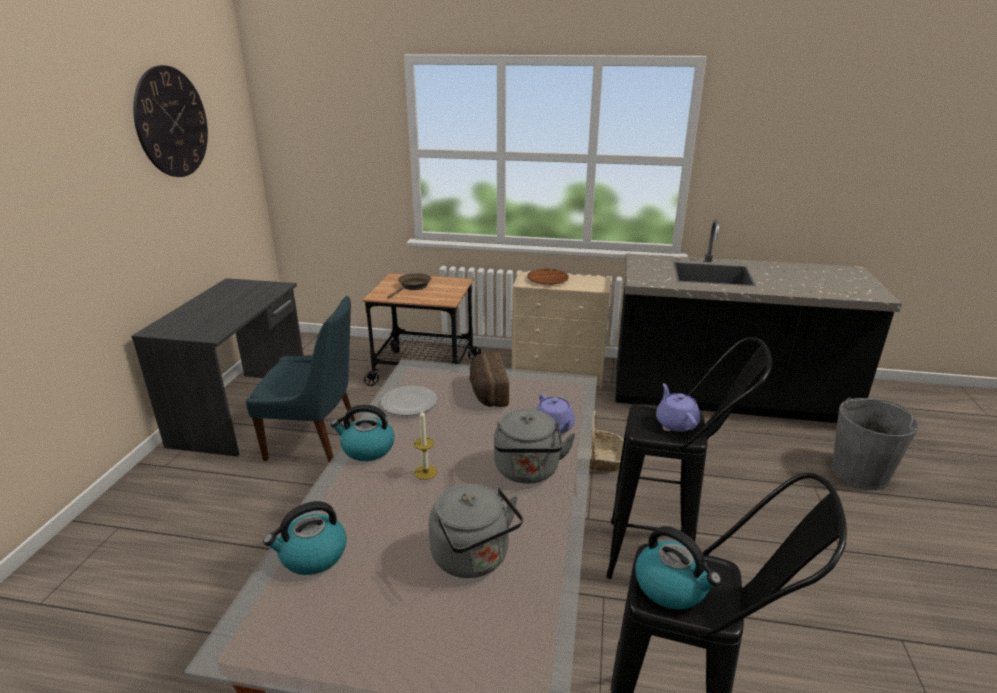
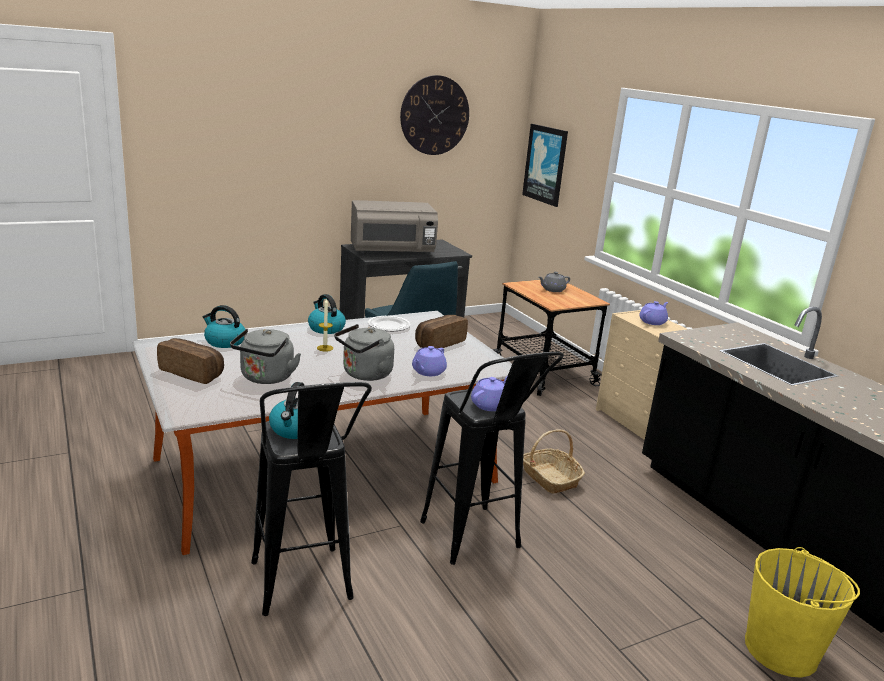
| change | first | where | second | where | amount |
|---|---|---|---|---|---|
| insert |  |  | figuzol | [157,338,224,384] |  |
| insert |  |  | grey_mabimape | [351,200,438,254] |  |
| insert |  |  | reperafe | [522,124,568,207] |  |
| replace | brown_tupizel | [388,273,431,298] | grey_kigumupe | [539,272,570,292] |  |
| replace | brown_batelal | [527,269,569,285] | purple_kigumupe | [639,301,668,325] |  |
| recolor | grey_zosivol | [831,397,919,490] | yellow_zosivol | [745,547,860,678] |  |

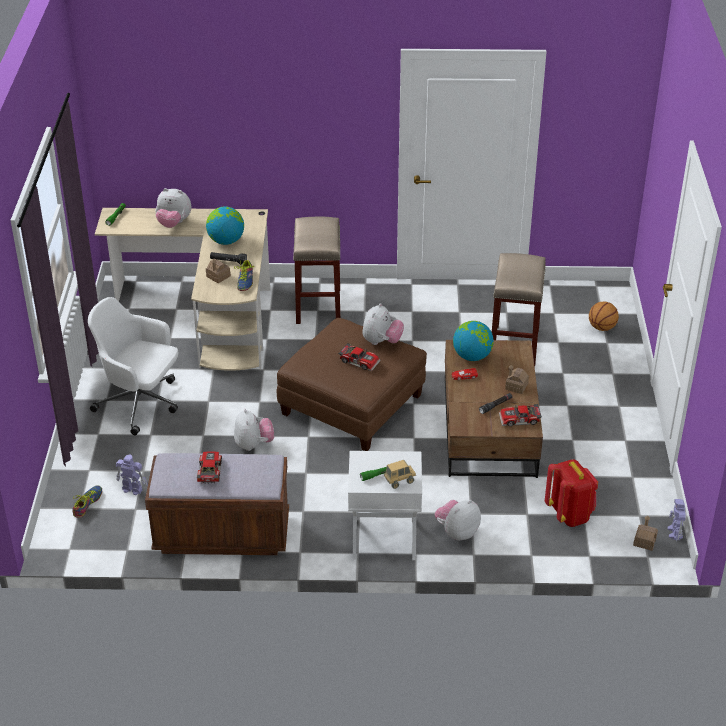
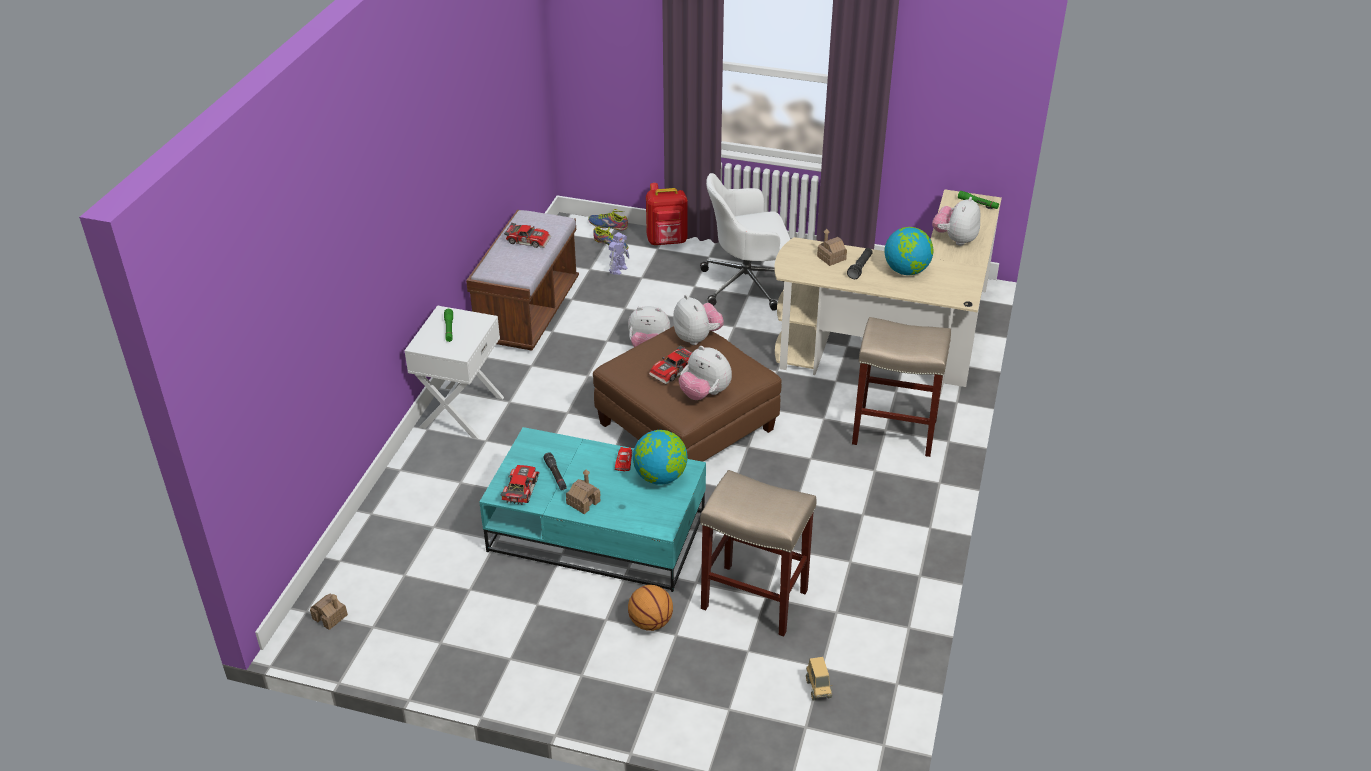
| change | first | where | second | where | amount |
|---|---|---|---|---|---|
| recolor | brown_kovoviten | [445,340,543,478] | turquoise_kovoviten | [479,427,706,592] |  |
| move | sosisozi | [234,260,254,291] |  | [588,209,628,230] |  |
| move | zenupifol | [589,302,619,331] |  | [628,585,673,631] |  |
| move | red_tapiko | [545,459,598,527] |  | [646,183,688,245] |  |
| move | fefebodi | [435,500,481,541] |  | [673,295,724,345] |  |
| rotate | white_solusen | [88,297,178,435] |  | [700,173,791,311] | 135 degrees counterclockwise |
| move | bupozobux | [384,460,416,489] |  | [806,657,832,701] |  |
| delete | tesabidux | [667,499,686,542] |  |  |  |

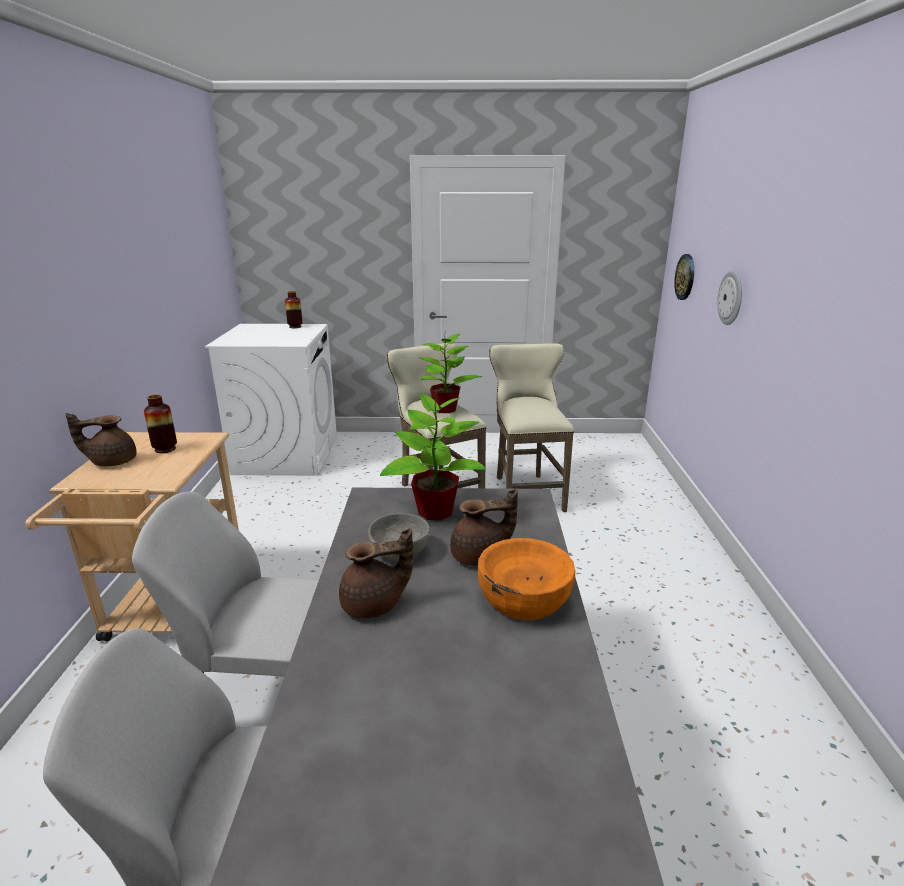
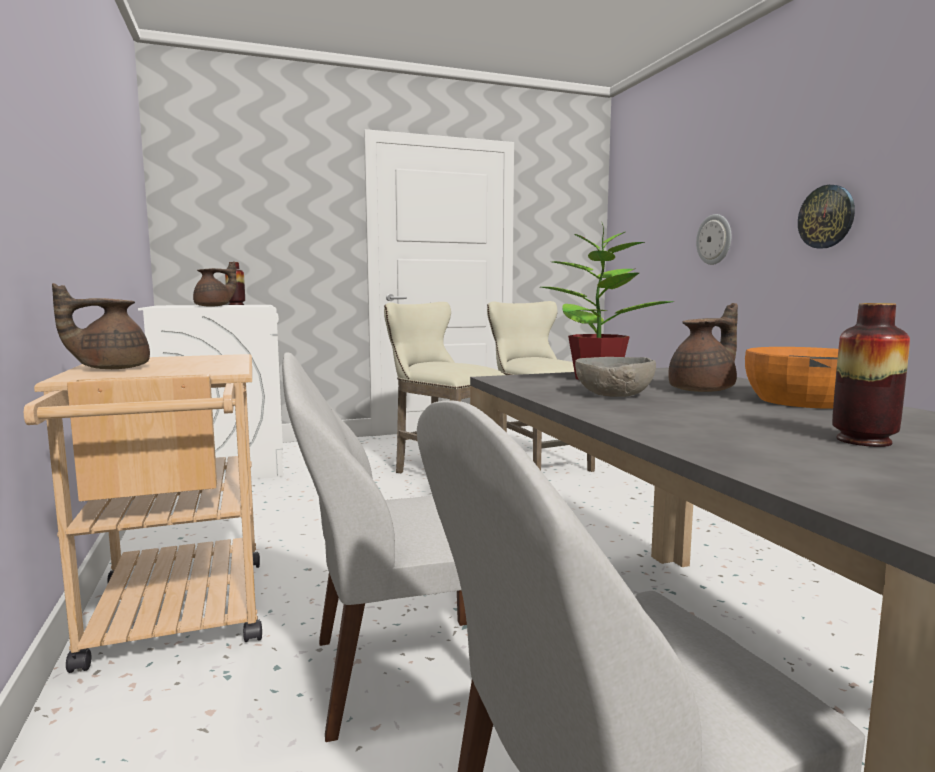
| change | first | where | second | where | amount |
|---|---|---|---|---|---|
| move | brown_kigumupe | [339,528,413,618] |  | [193,261,236,307] |  |
| move | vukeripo | [674,254,694,300] |  | [798,185,855,249] |  |
| move | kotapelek | [144,395,177,453] |  | [832,303,910,447] |  |
| delete | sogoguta | [419,330,482,413] |  |  |  |

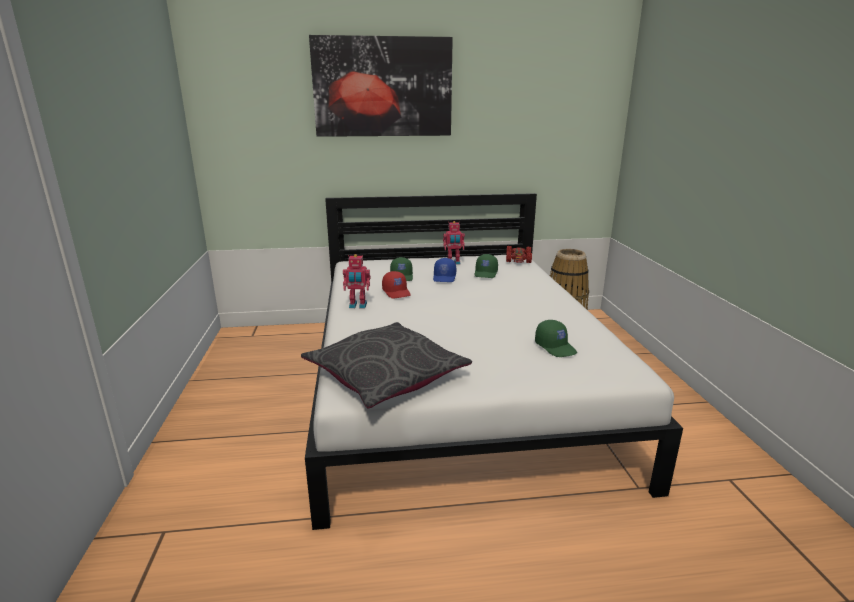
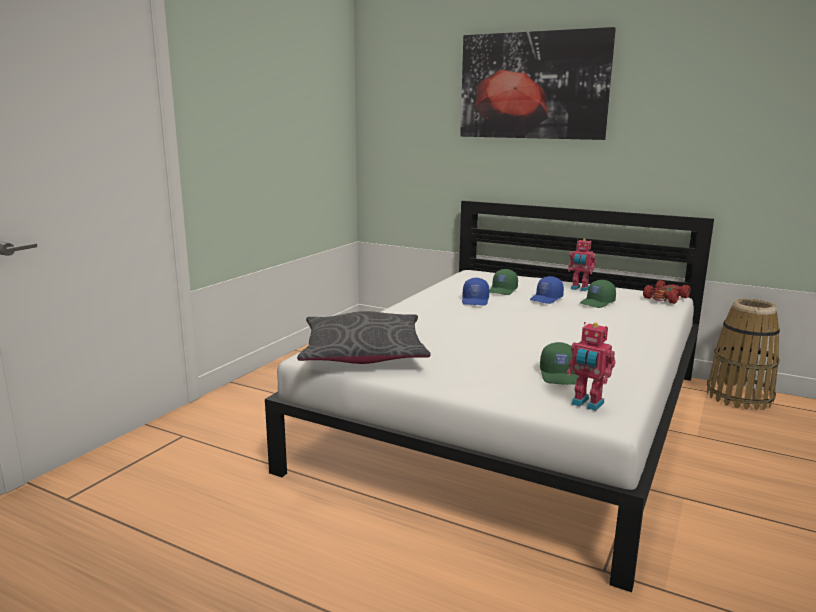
| change | first | where | second | where | amount |
|---|---|---|---|---|---|
| recolor | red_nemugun | [382,271,411,298] | blue_nemugun | [462,278,489,306] |  |
| move | tesabidux | [343,254,370,308] |  | [567,322,615,411] |  |

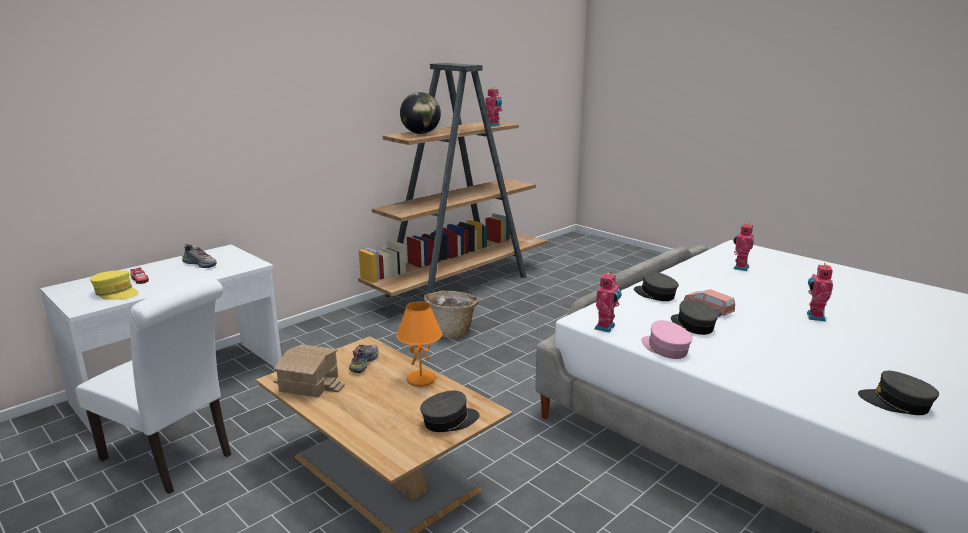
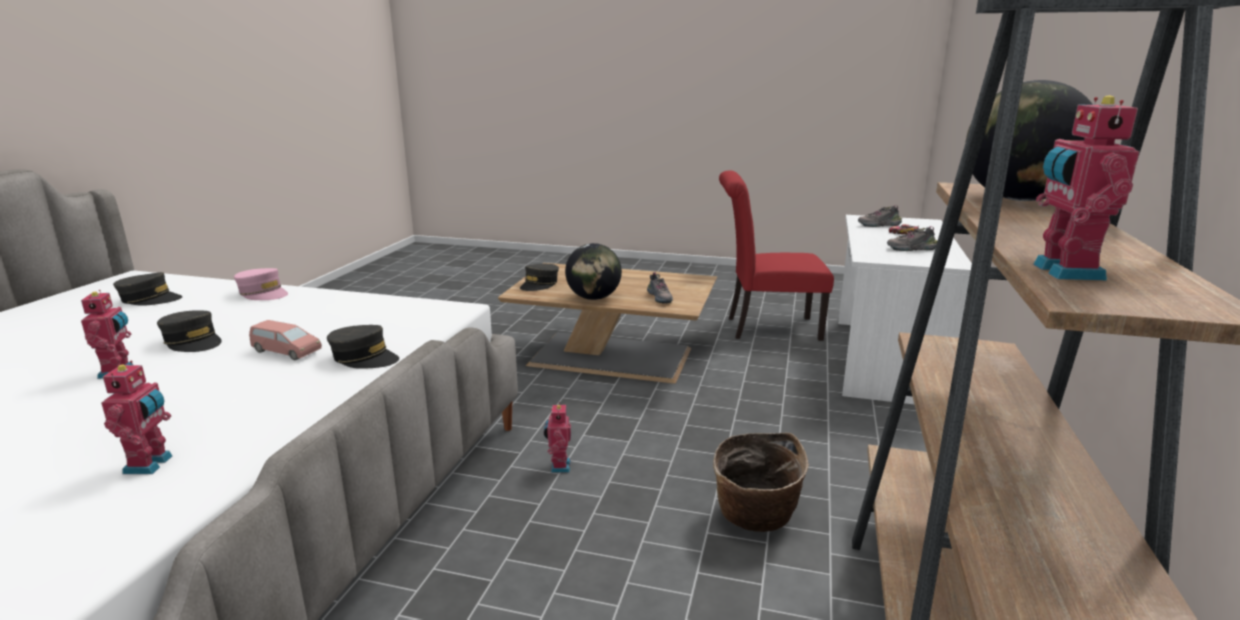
| change | first | where | second | where | amount |
|---|---|---|---|---|---|
| move | grey_nemugun | [671,299,718,335] |  | [157,310,221,352] |  |
| move | pink_nemugun | [641,320,693,359] |  | [234,268,288,300] |  |
| move | tesabidux | [595,272,622,332] |  | [544,402,571,473] |  |
| replace | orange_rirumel | [396,301,442,387] | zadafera | [565,243,622,300] |  |
| recolor | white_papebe | [76,278,231,494] | red_papebe | [719,171,834,341] |  |
| replace | yellow_nemugun | [90,270,138,300] | sosisozi | [858,205,902,227] |  |
| delete | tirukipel | [273,344,345,397] |  |  |  |

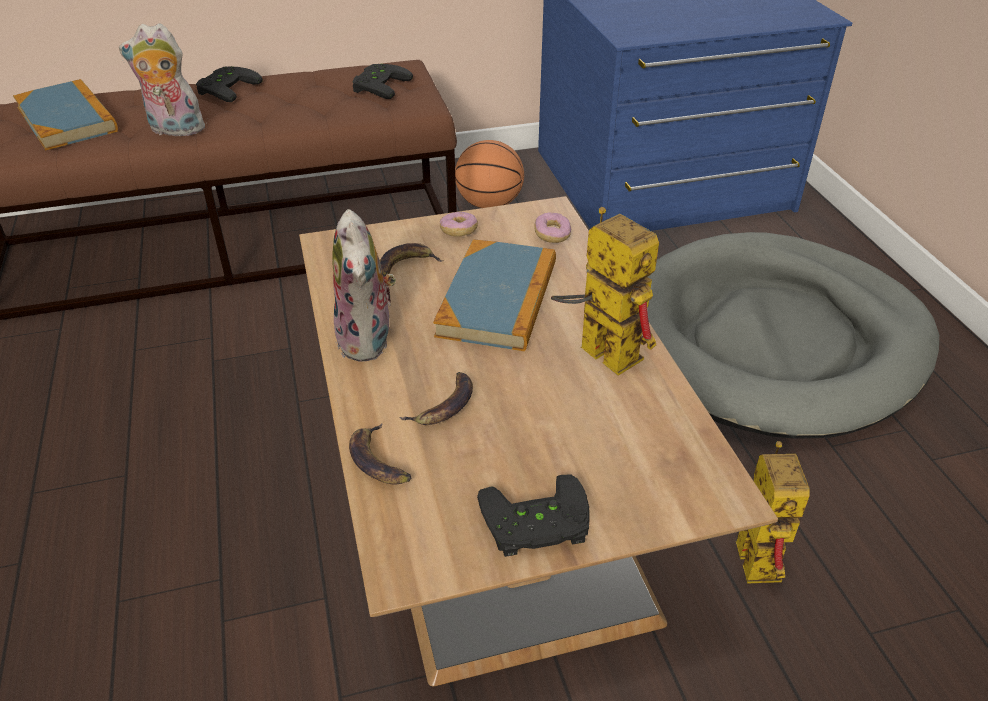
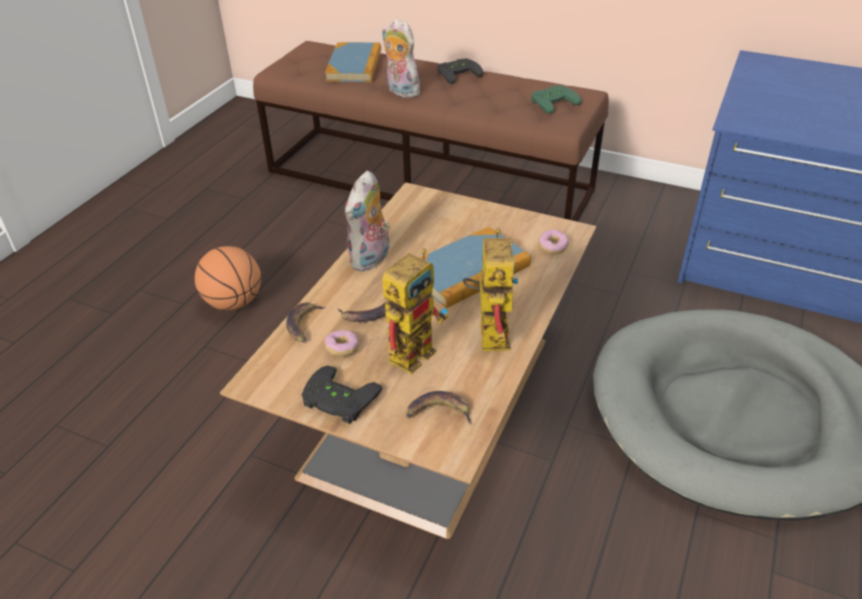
| change | first | where | second | where | amount |
|---|---|---|---|---|---|
| move | zenupifol | [455,140,524,208] |  | [195,246,261,310] |  |
| move | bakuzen | [440,212,478,237] |  | [324,330,359,356] |  |
| move | tesabidux | [736,441,810,584] |  | [382,249,448,374] |  |
| move | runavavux | [380,243,444,277] |  | [406,391,472,424] |  |
| recolor | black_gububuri | [353,64,413,99] | green_gububuri | [531,85,582,114] |  |

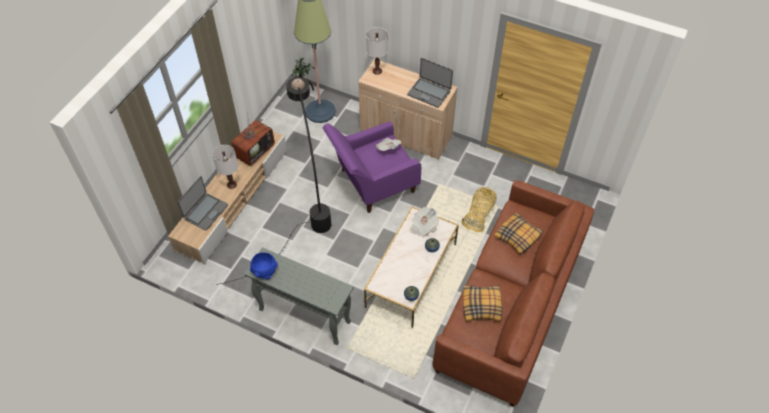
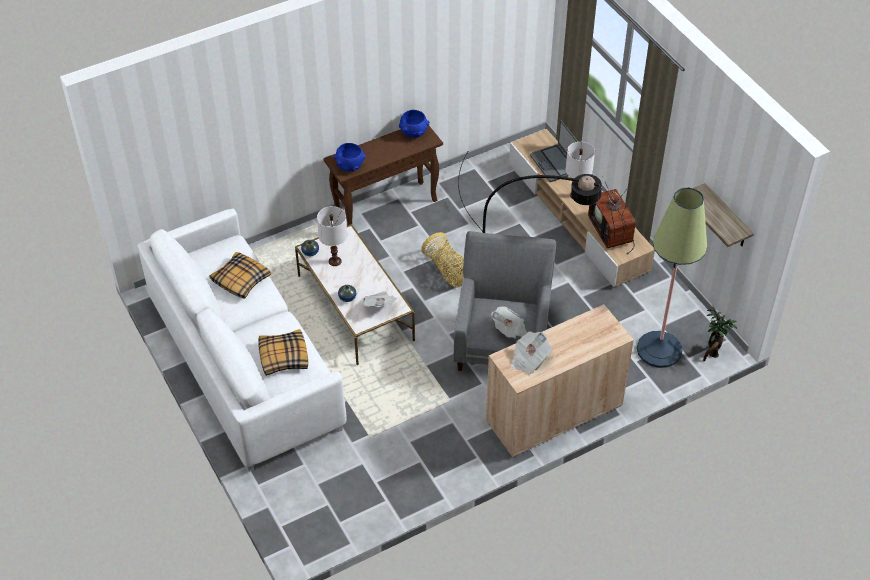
| change | first | where | second | where | amount |
|---|---|---|---|---|---|
| recolor | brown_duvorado | [432,180,594,407] | white_duvorado | [137,209,347,472] |  |
| move | white_rirumel | [366,27,388,75] |  | [317,206,347,266] |  |
| recolor | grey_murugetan | [244,247,354,345] | brown_murugetan | [323,125,443,226] |  |
| insert |  |  | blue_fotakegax | [334,143,366,171] |  |
| move | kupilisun | [462,187,496,232] |  | [421,232,464,287] |  |
| recolor | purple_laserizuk | [323,121,421,213] | grey_laserizuk | [454,231,556,371] |  |
| replace | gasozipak | [407,58,453,108] | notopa | [511,332,552,374] |  |
| insert |  |  | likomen | [693,183,754,247] |  |

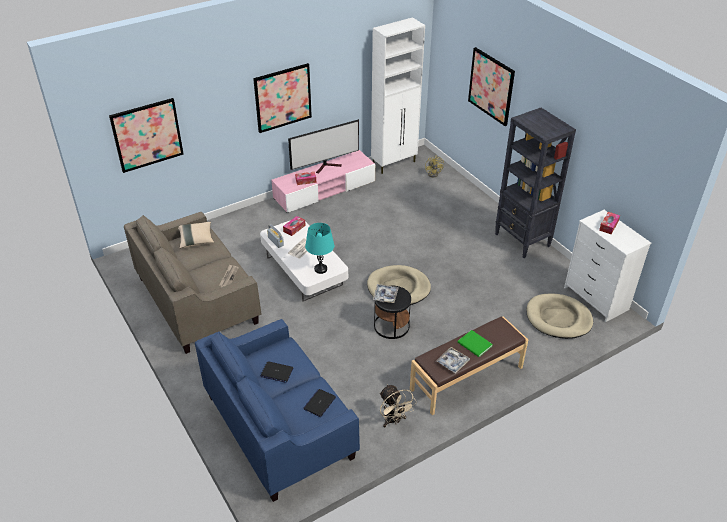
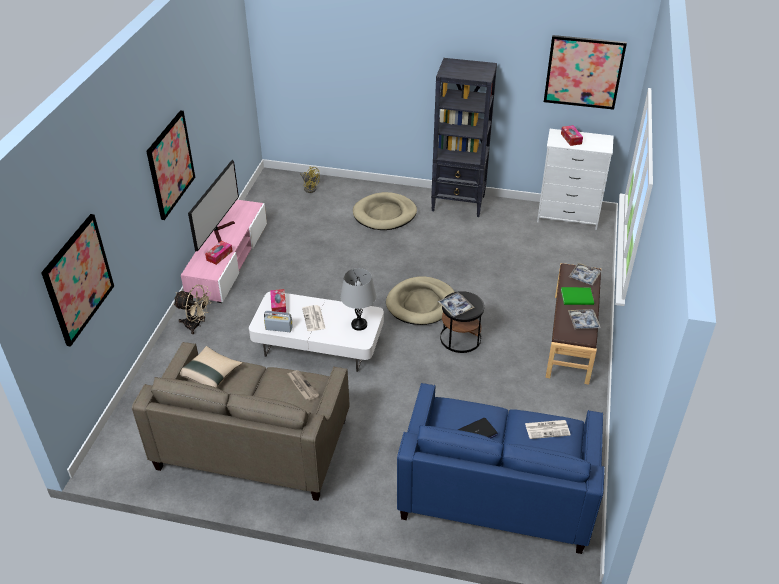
| change | first | where | second | where | amount |
|---|---|---|---|---|---|
| move | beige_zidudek | [380,384,417,427] |  | [173,284,212,334] |  |
| recolor | turquoise_rirumel | [305,223,334,274] | grey_rirumel | [341,268,376,331] |  |
| move | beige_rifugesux | [526,293,593,339] |  | [353,192,417,230] |  |
| replace | gasozipak | [303,389,336,417] | notopa | [525,420,571,439] |  |
| move | reperafe | [468,47,515,126] |  | [544,35,627,110] |  |
| insert |  |  | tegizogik | [569,263,601,285] |  |
| delete | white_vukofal | [371,17,425,174] |  |  |  |

